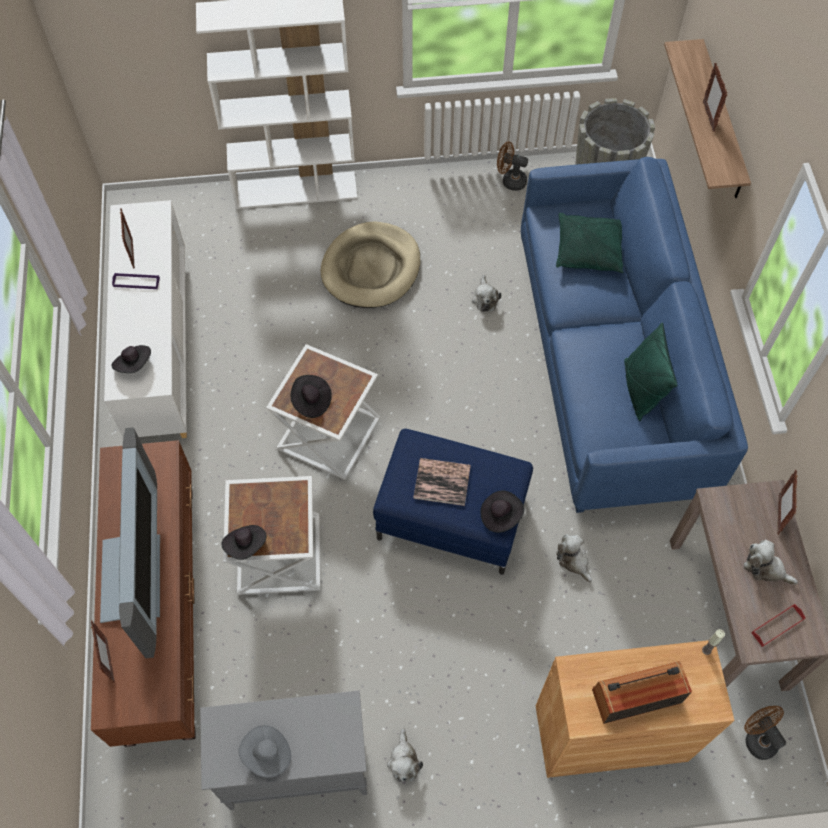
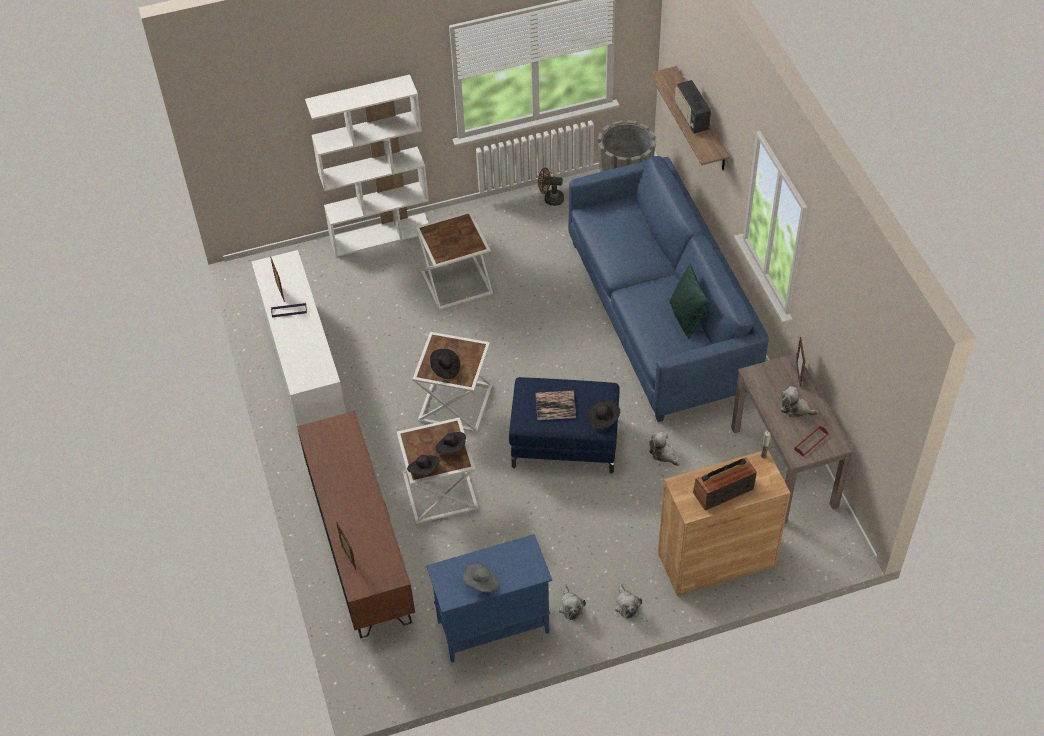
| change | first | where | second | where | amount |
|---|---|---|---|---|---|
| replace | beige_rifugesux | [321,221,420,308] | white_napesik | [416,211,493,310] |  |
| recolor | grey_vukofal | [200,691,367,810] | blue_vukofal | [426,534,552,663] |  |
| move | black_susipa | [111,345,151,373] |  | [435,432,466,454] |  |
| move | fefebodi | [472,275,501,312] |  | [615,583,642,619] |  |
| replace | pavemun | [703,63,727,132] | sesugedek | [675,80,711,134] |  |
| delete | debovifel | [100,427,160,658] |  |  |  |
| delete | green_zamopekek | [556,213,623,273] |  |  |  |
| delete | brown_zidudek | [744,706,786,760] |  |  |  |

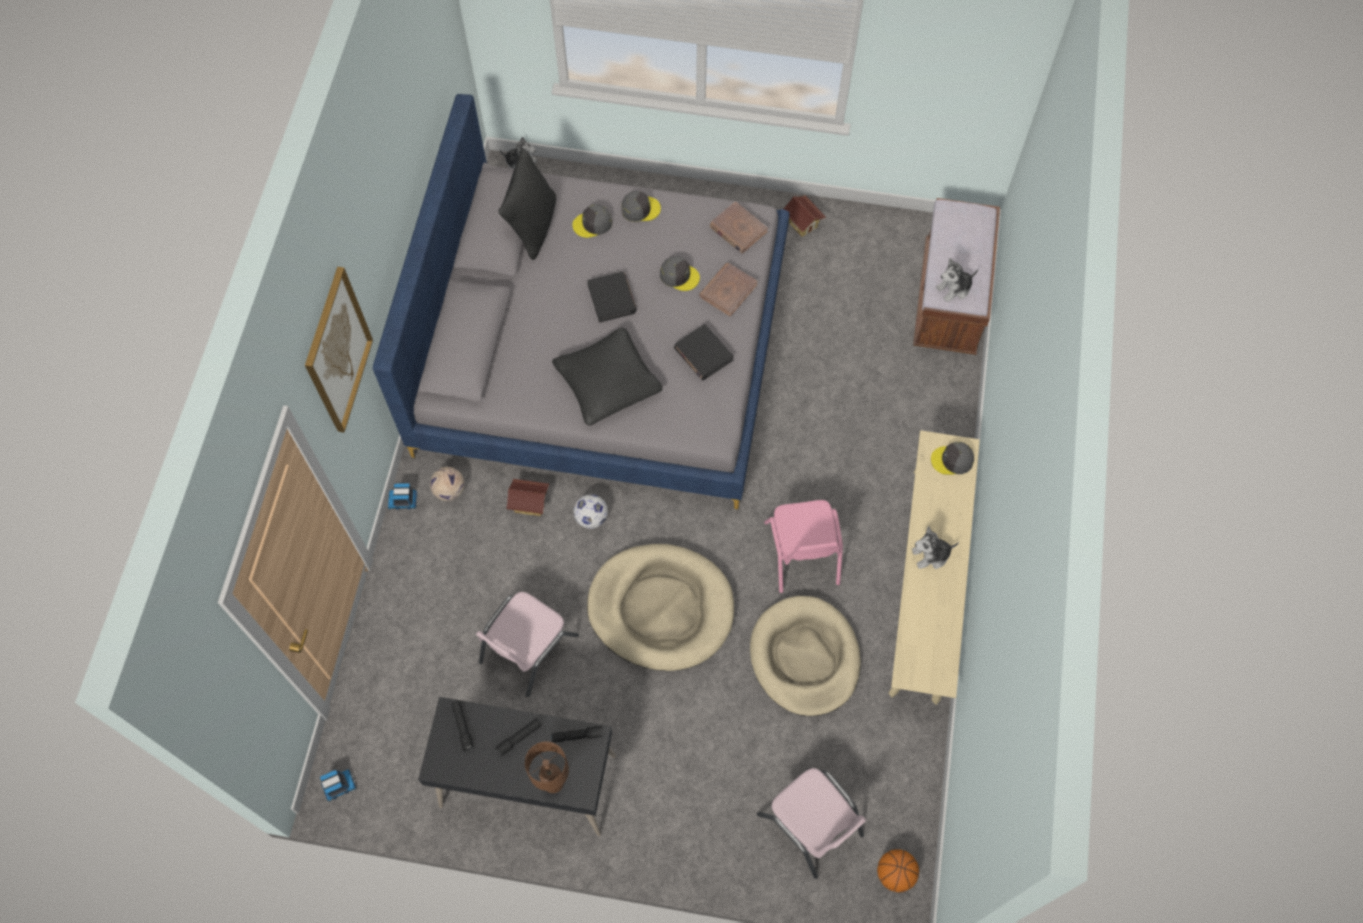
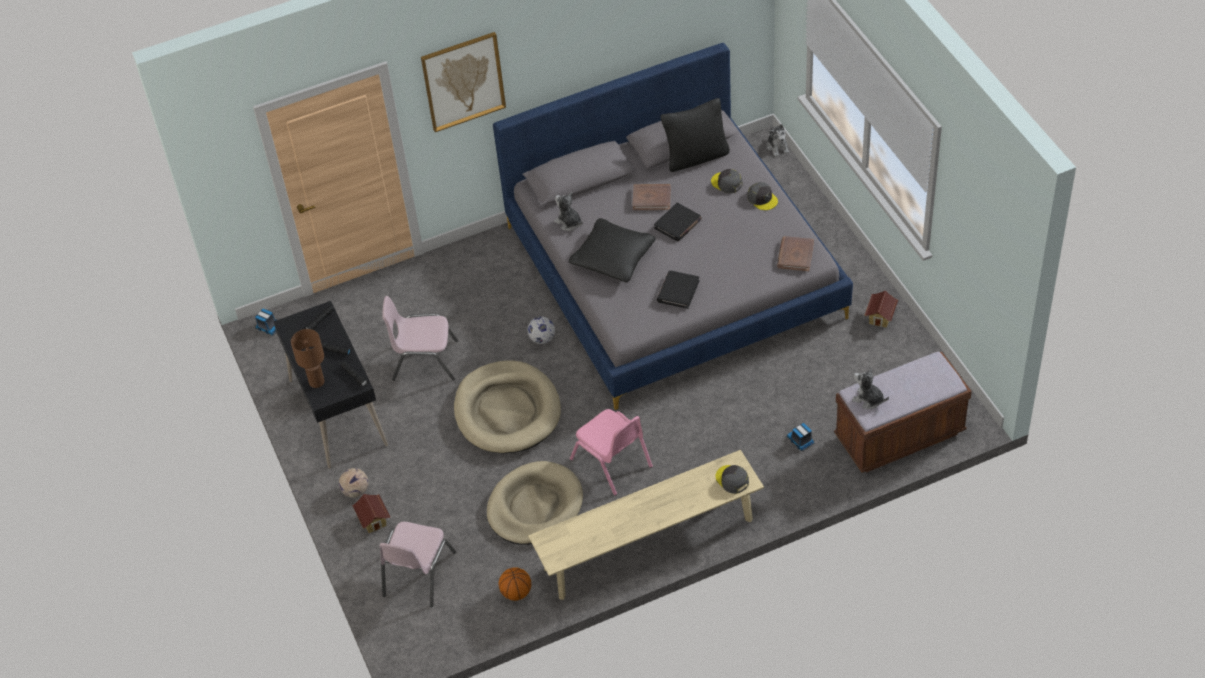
| change | first | where | second | where | amount |
|---|---|---|---|---|---|
| move | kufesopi | [430,467,464,501] |  | [339,468,369,498] |  |
| move | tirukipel | [506,479,549,516] |  | [352,494,390,533] |  |
| move | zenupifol | [877,849,919,892] |  | [499,567,531,601] |  |
| move | fefebodi | [912,526,959,569] |  | [554,192,583,231] |  |
| rotate | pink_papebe | [764,500,843,593] |  | [570,409,653,496] | 90 degrees counterclockwise |
| move | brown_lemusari | [699,263,758,317] |  | [632,184,671,210] |  |
| move | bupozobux | [387,483,418,510] |  | [787,423,814,451] |  |
| delete | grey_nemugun | [660,256,700,291] |  |  |  |

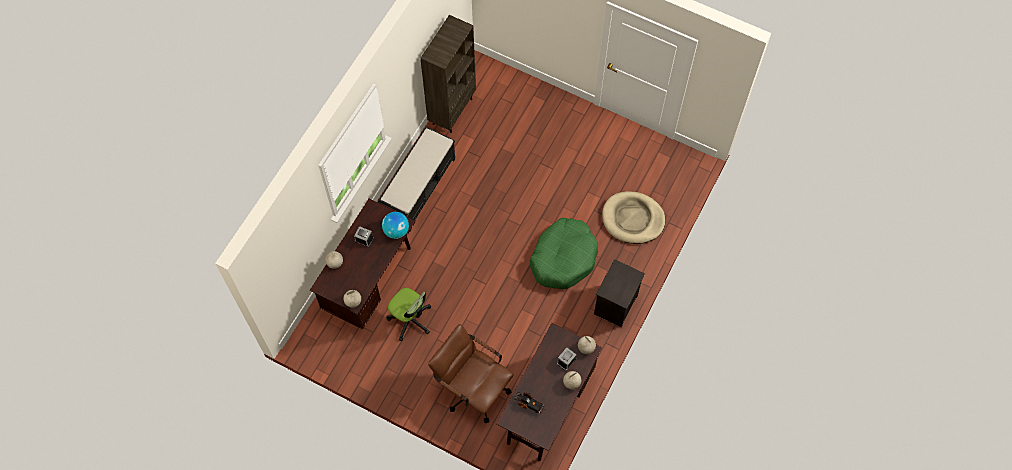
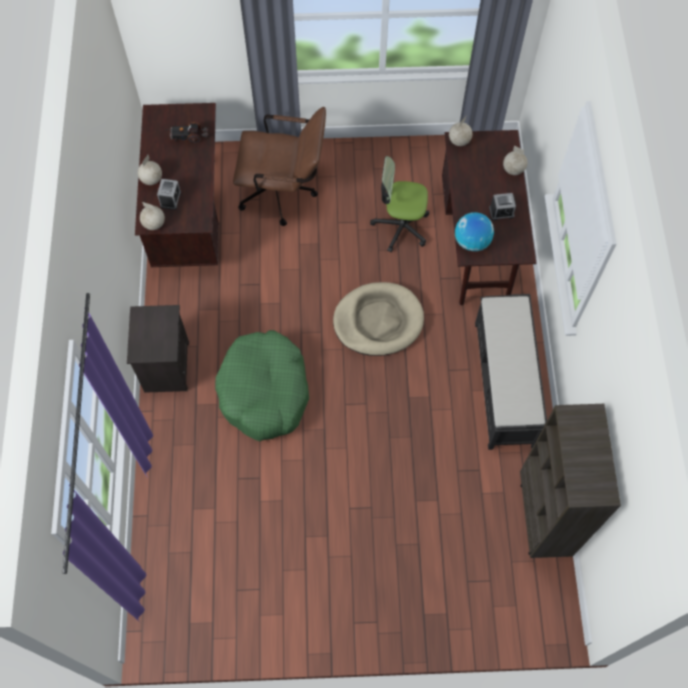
| change | first | where | second | where | amount |
|---|---|---|---|---|---|
| move | beige_rifugesux | [602,191,665,244] |  | [333,282,424,356] |  |

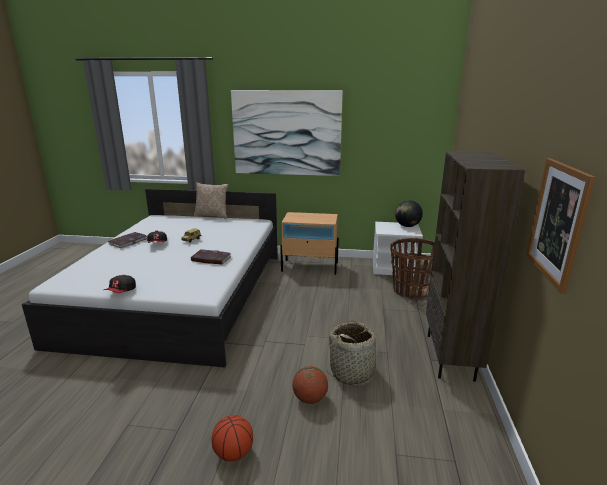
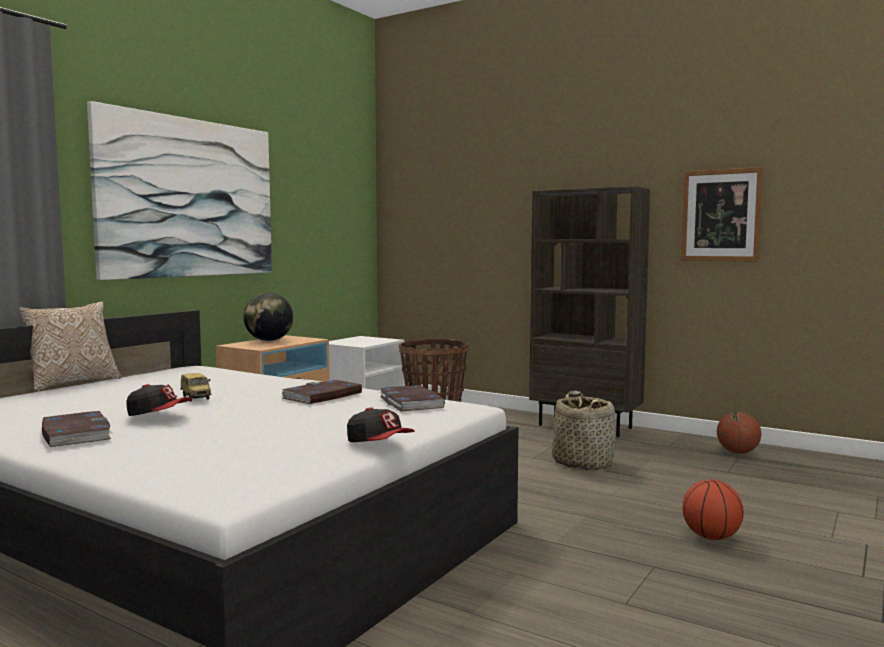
| change | first | where | second | where | amount |
|---|---|---|---|---|---|
| move | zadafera | [395,200,423,227] |  | [243,293,293,341] |  |
| insert |  |  | lemusari | [379,385,445,411] |  |
| move | zenupifol | [292,366,328,404] |  | [717,412,762,454] |  |

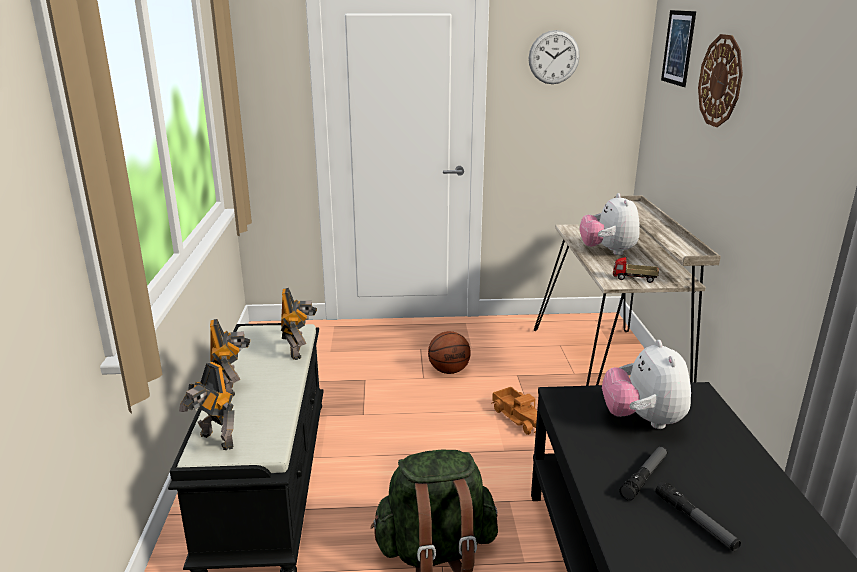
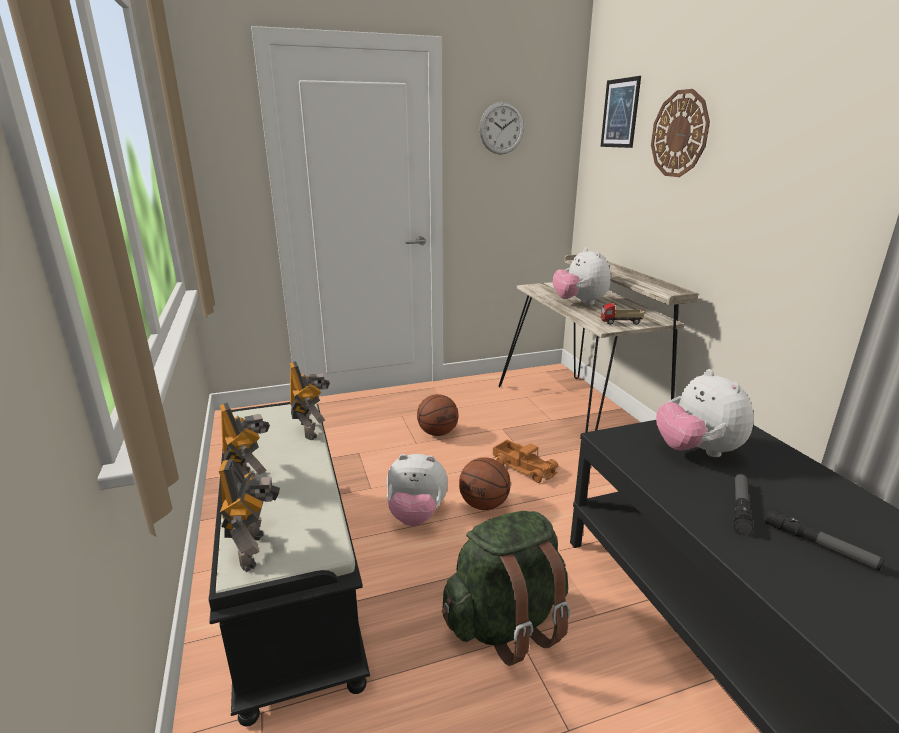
| change | first | where | second | where | amount |
|---|---|---|---|---|---|
| rotate | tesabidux | [179,362,235,450] |  | [219,459,280,572] | 120 degrees counterclockwise |
| insert |  |  | fefebodi | [387,454,448,526] |  |
| insert |  |  | zenupifol | [459,457,511,510] |  |

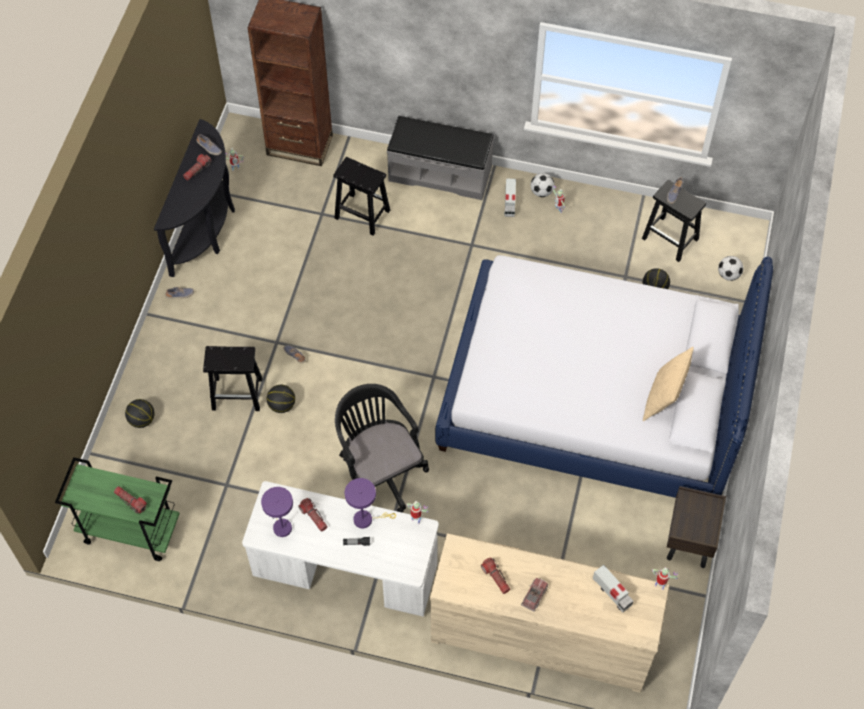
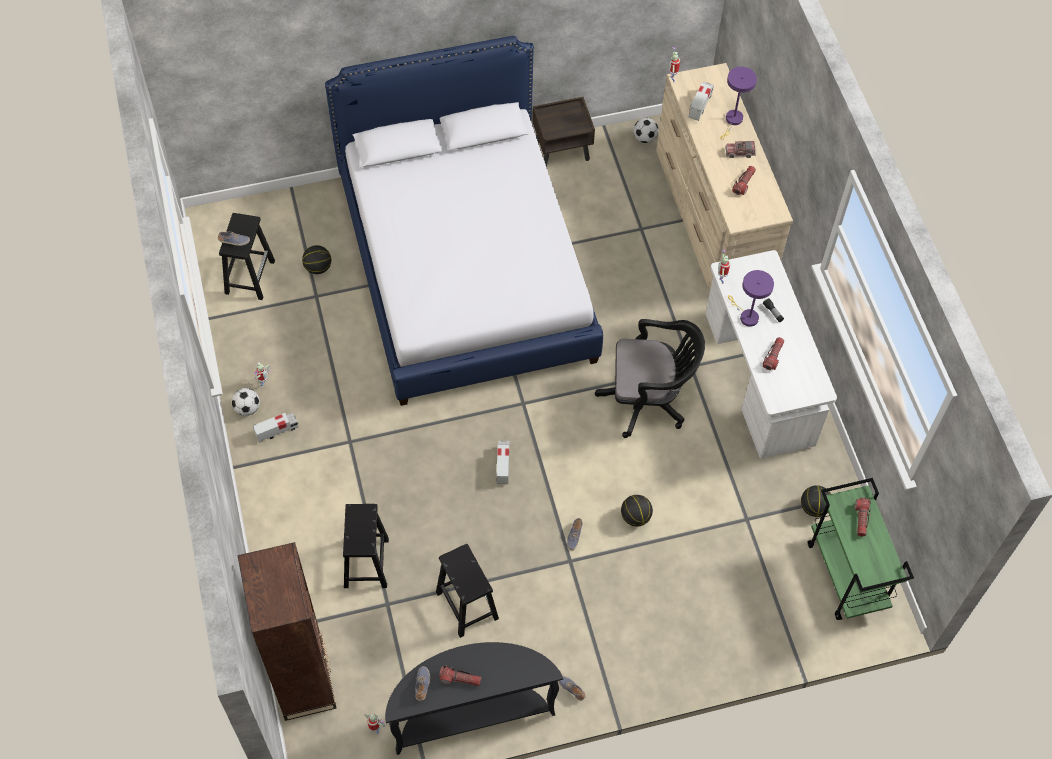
| change | first | where | second | where | amount |
|---|---|---|---|---|---|
| move | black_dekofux | [203,346,262,411] |  | [436,544,499,638] |  |
| insert |  |  | bupozobux | [497,441,510,484] |  |
| rotate | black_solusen | [335,384,429,513] |  | [595,319,705,438] | 120 degrees counterclockwise |
| move | kufesopi | [718,256,743,281] |  | [633,118,658,143] |  |
| move | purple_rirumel | [261,487,293,537] |  | [720,67,757,140] |  |
| move | zenupifol | [125,399,154,428] |  | [801,485,831,517] |  |
| delete | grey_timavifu | [387,116,494,200] |  |  |  |
| delete | beige_zamopekek | [643,347,694,421] |  |  |  |

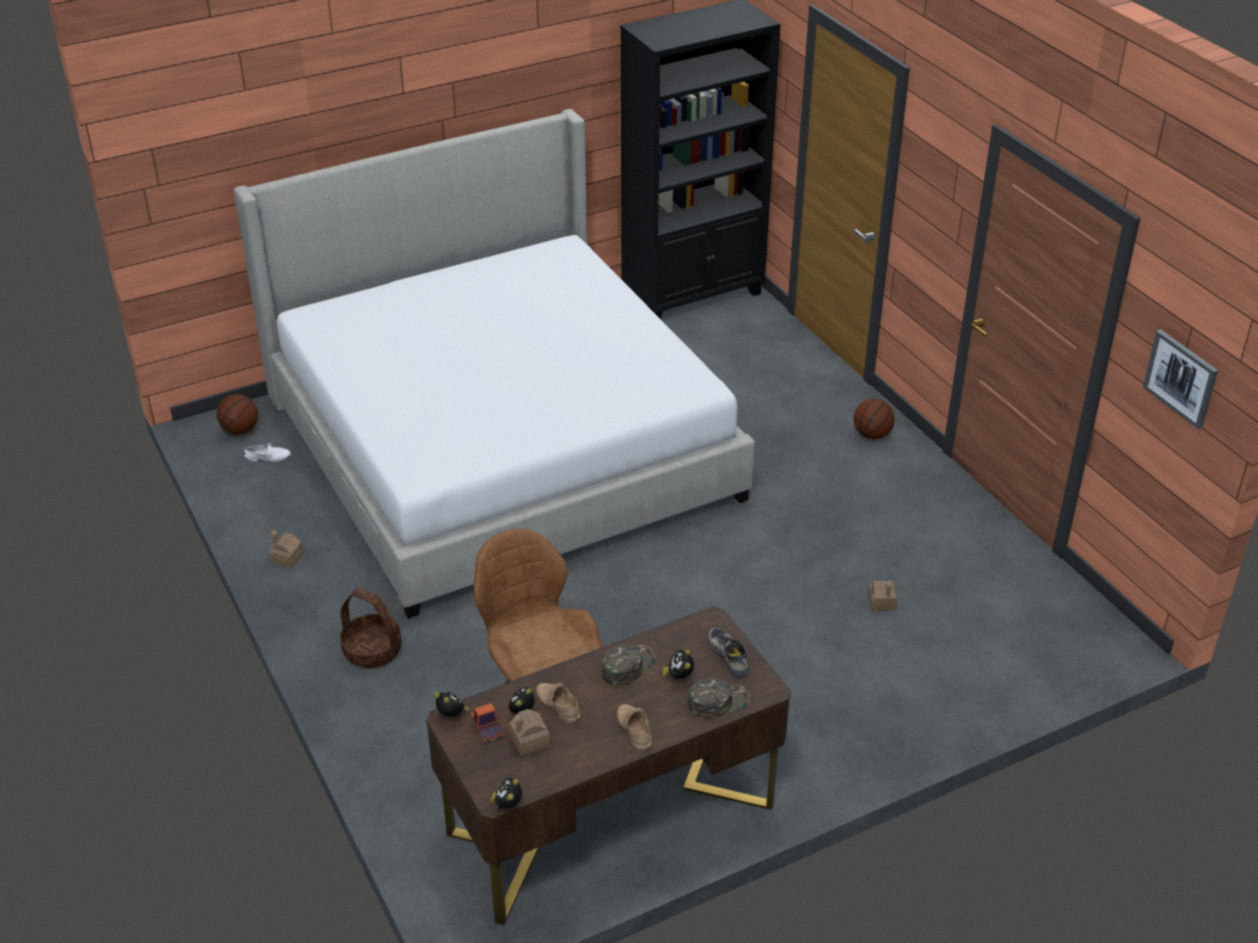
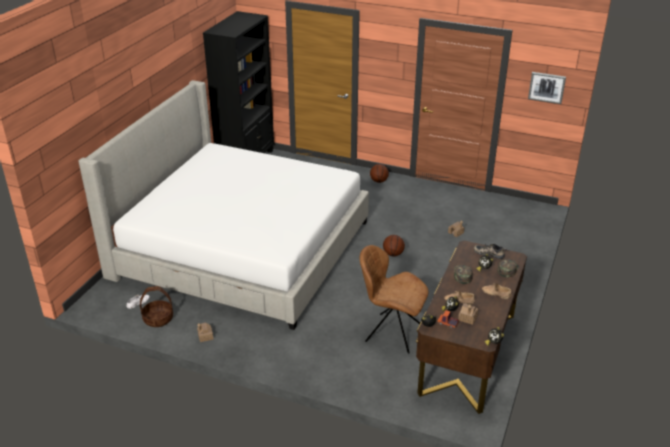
| change | first | where | second | where | amount |
|---|---|---|---|---|---|
| move | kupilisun | [340,588,402,668] |  | [140,286,173,327] |  |
| move | zenupifol | [217,394,258,435] |  | [383,235,405,256] |  |

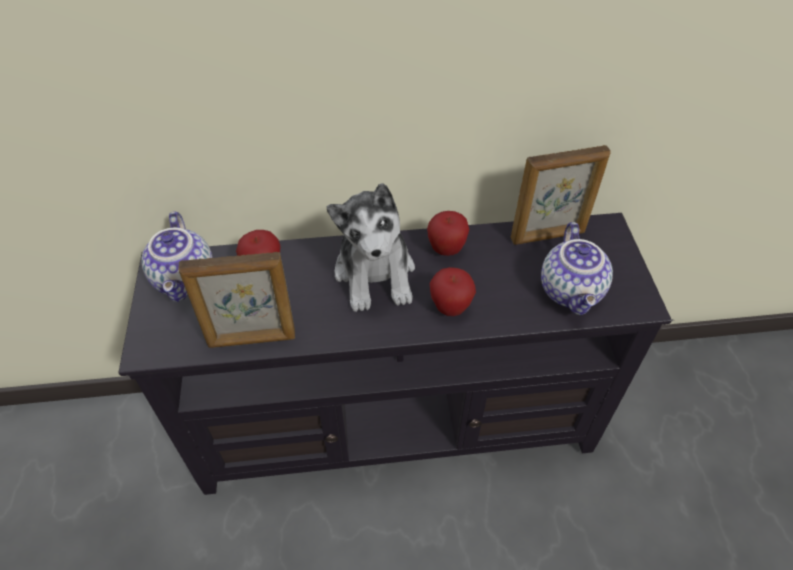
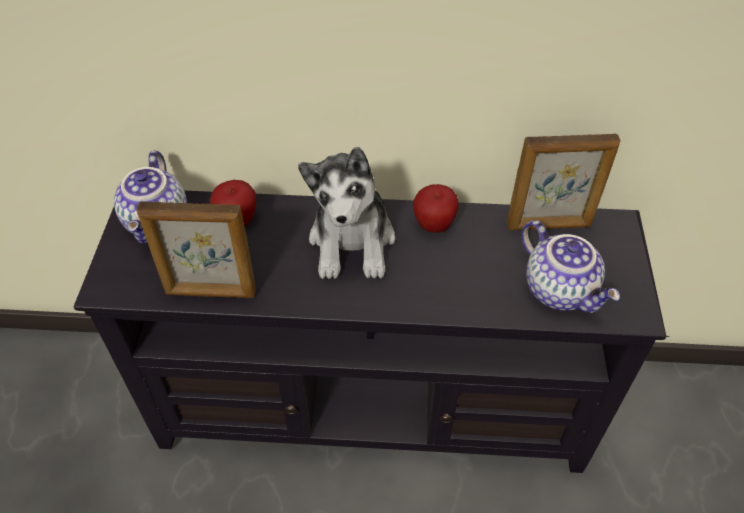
| change | first | where | second | where | amount |
|---|---|---|---|---|---|
| rotate | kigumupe | [541,222,613,315] |  | [521,220,620,313] | 45 degrees counterclockwise |
| delete | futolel | [430,267,476,316] |  |  |  |

